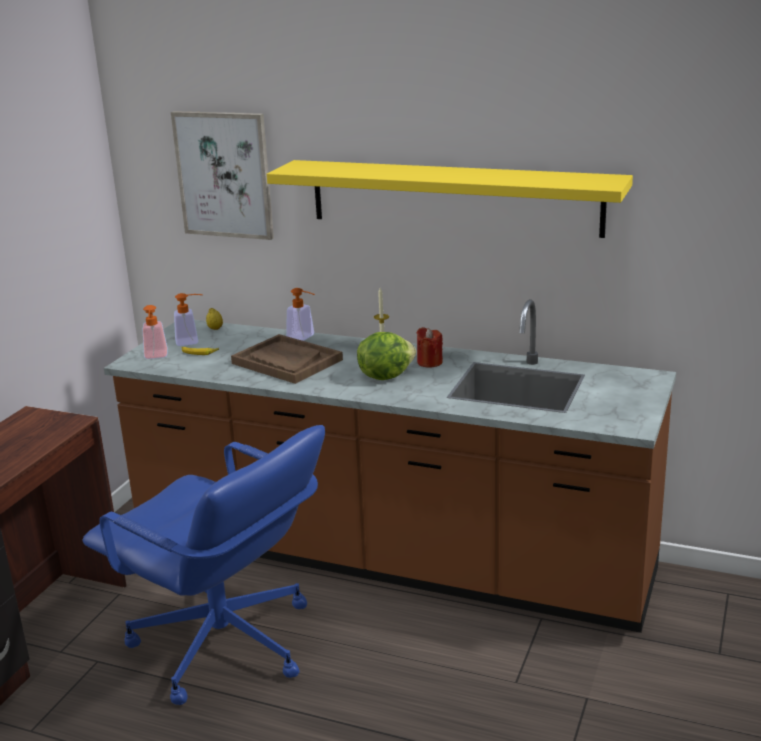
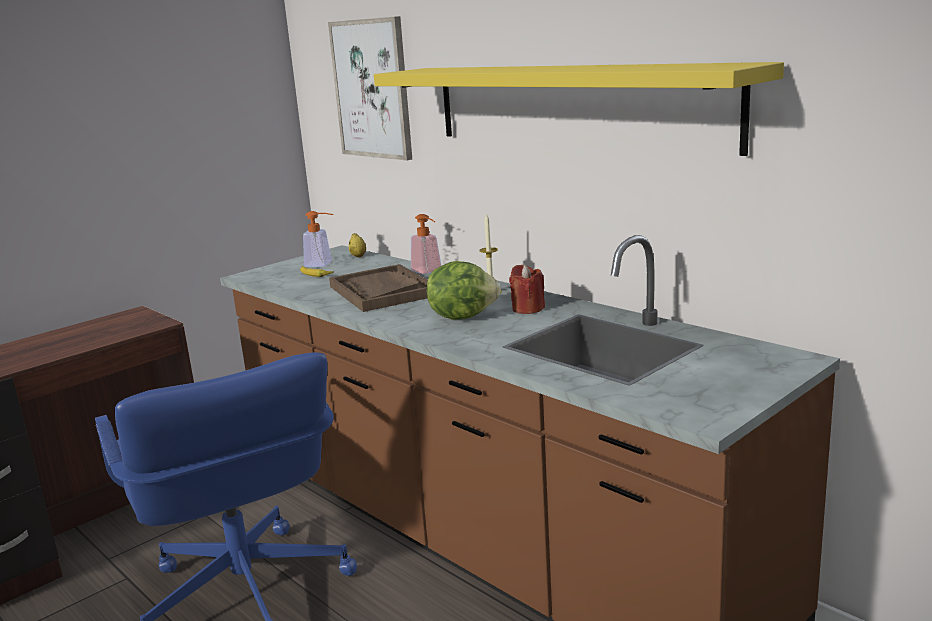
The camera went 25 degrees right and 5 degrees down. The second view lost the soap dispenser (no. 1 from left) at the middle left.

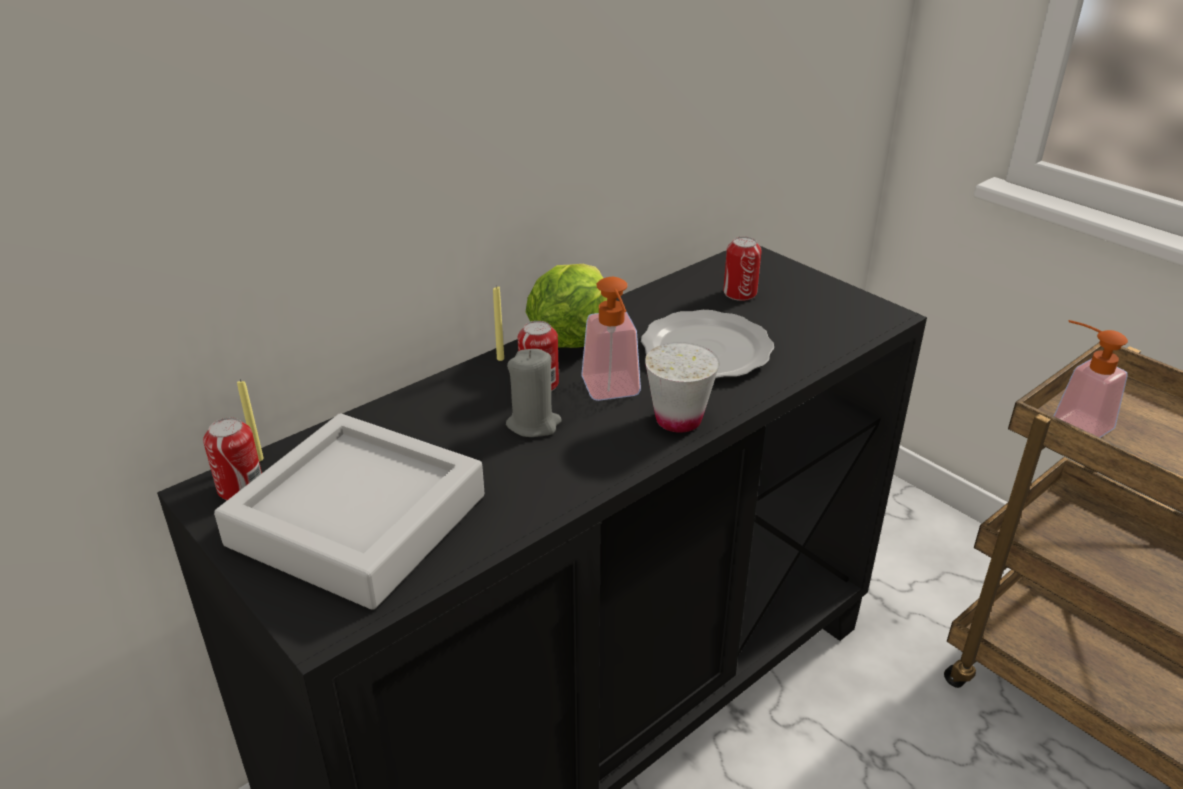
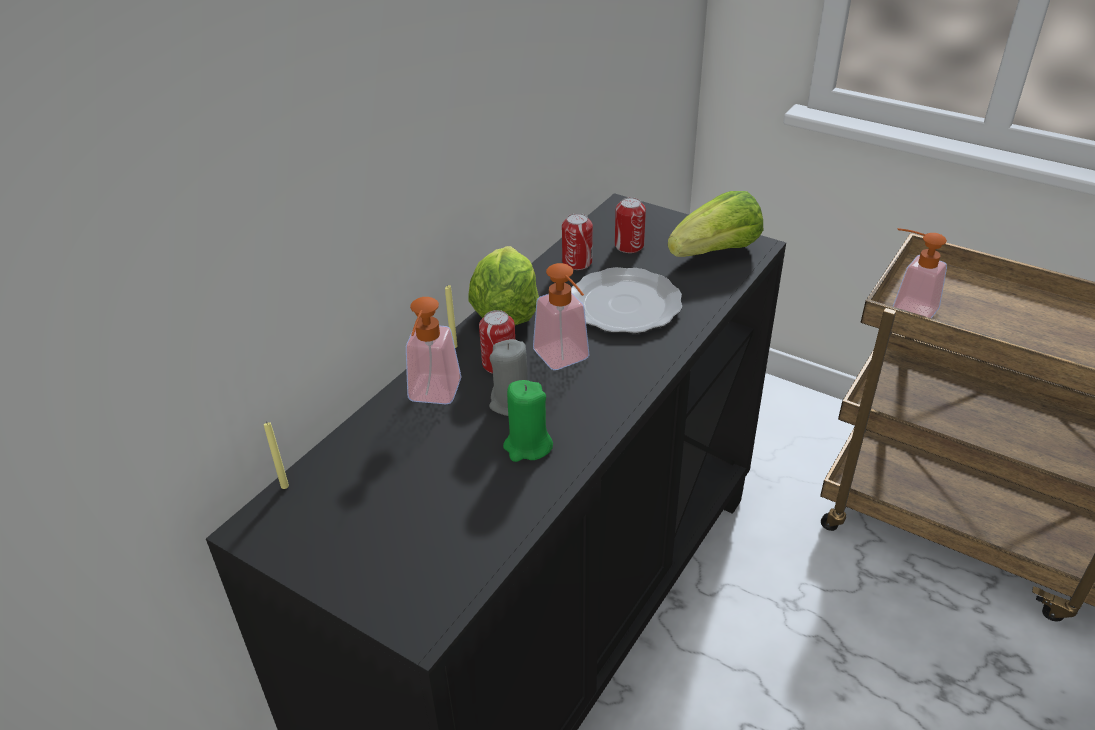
The camera went 15 degrees left and 5 degrees up. The can (no. 1 from left in the first image) ended up elsewhere, having gone from the middle left to the top centre. The second view lost the grey tray at the middle left. The second view lost the white cup at the centre. The second view gained the soap dispenser (no. 1 from left) at the centre. The second view gained the green candle at the centre. The second view gained the lettuce (no. 2 from left) at the top centre.

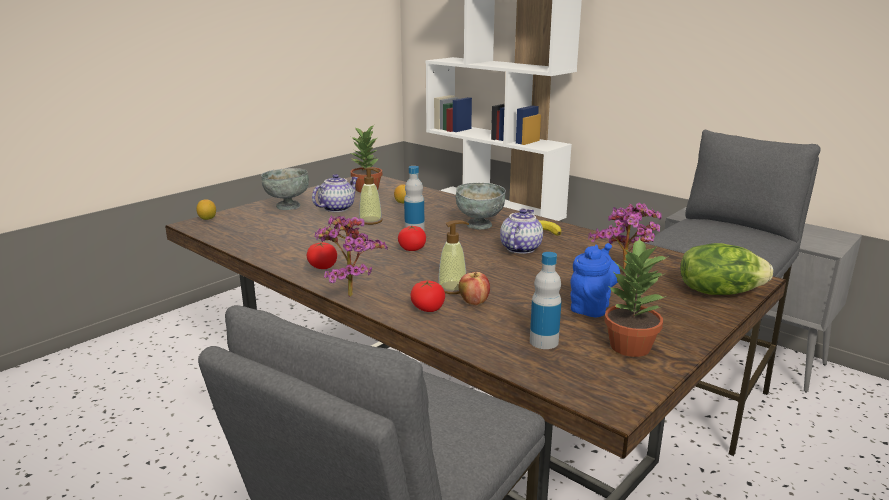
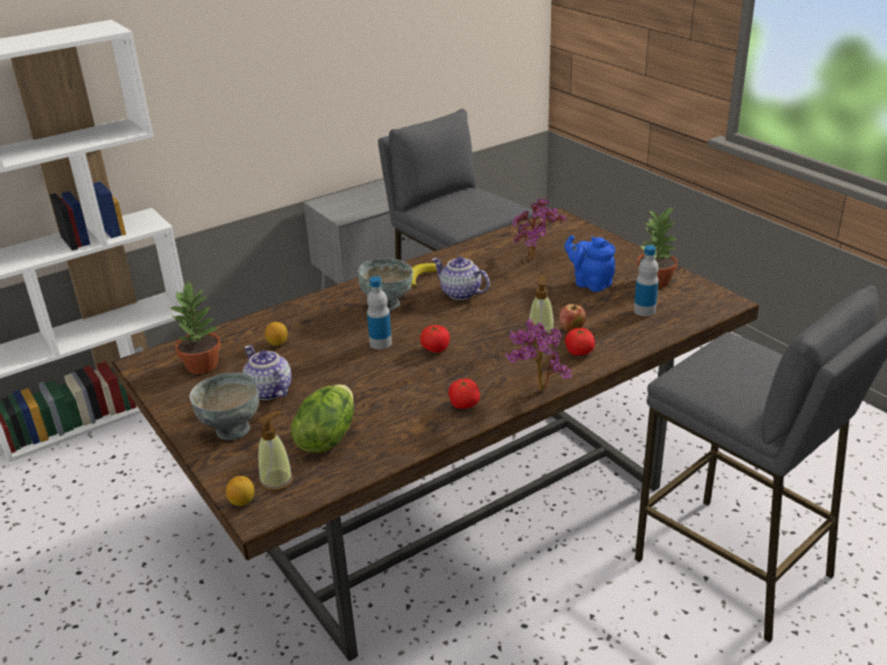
The camera went 75 degrees left and 10 degrees up. The soap dispenser (no. 1 from left) ended up elsewhere, having gone from the centre to the bottom left. The lettuce ended up elsewhere, having gone from the middle right to the centre.

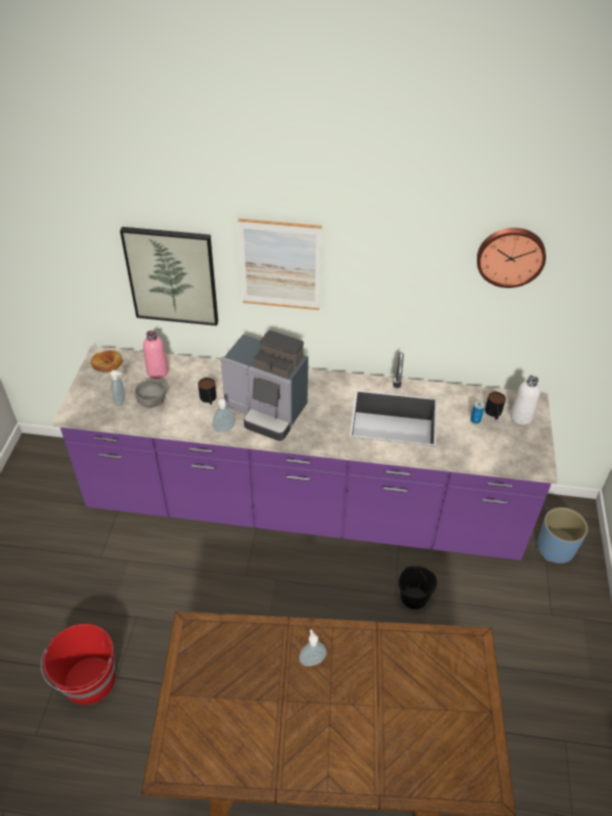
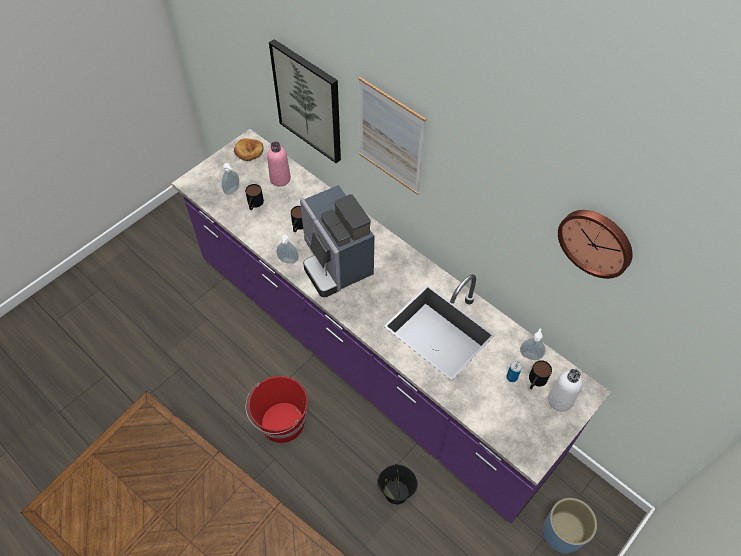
The camera went 35 degrees right and 10 degrees up. The red bucket ended up elsewhere, having gone from the bottom left to the bottom centre. Where the grey bowl stood at the middle left, the mug (no. 1 from left) came to stand at the centre. The soap dispenser (no. 3 from left) ended up elsewhere, having gone from the bottom centre to the middle right.

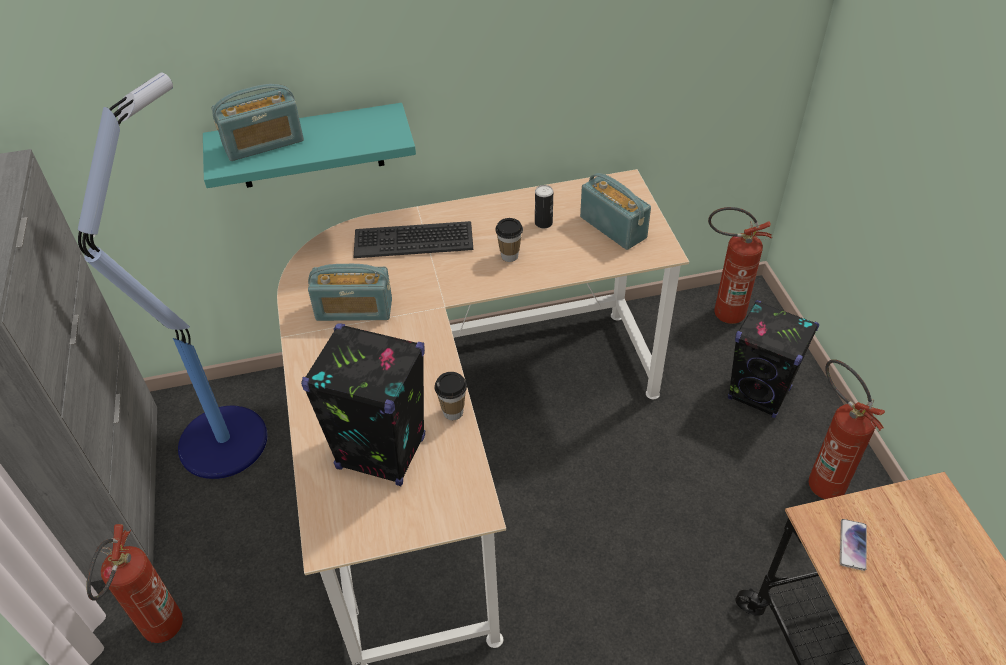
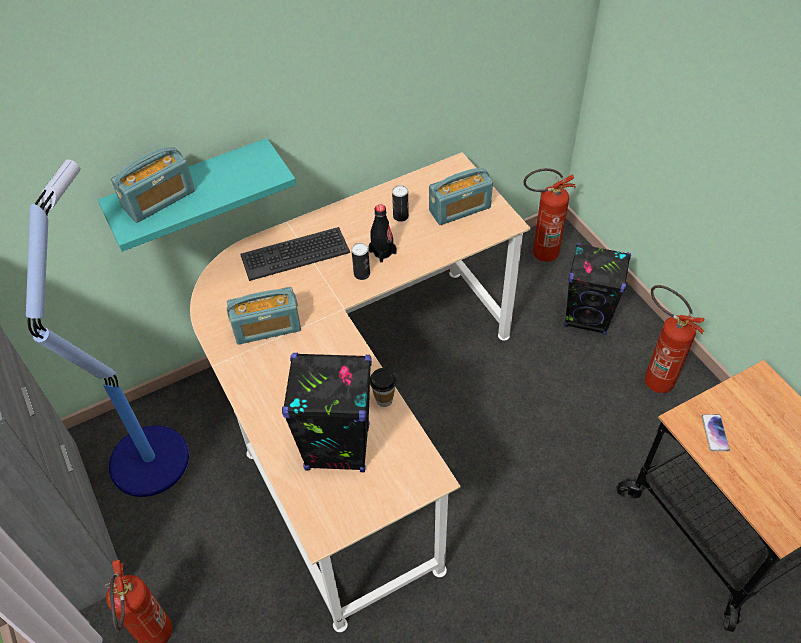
The camera went 15 degrees left and 5 degrees up. Where the cup (no. 2 from left) stood at the centre, the black bottle came to stand at the centre. The radio (no. 3 from left) at the top centre ended up facing another way, 120 degrees clockwise from before. The second view gained the can (no. 1 from left) at the centre.

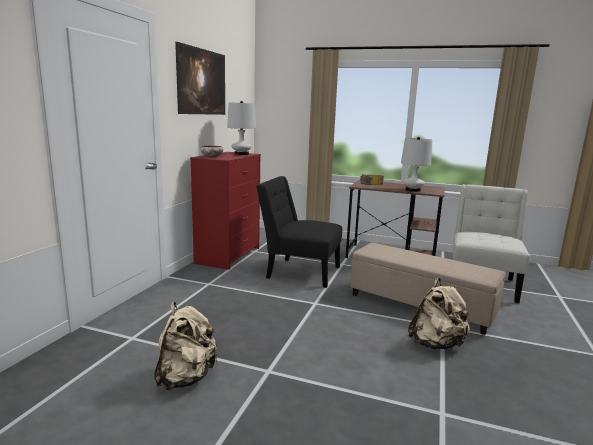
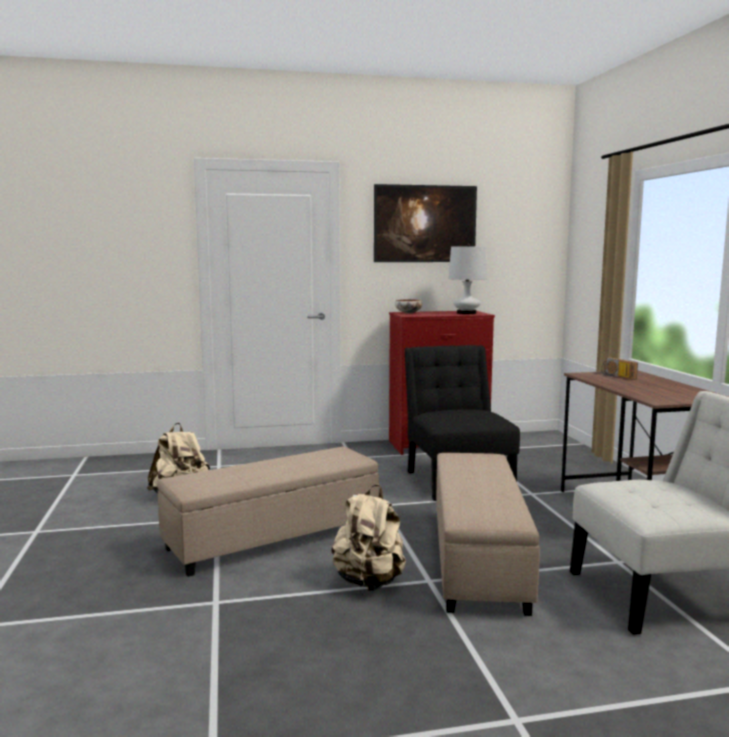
The camera went 60 degrees right and 5 degrees down. The second view lost the white table lamp (no. 2 from left) at the middle right. The second view gained the beige ottoman (no. 1 from left) at the bottom centre.

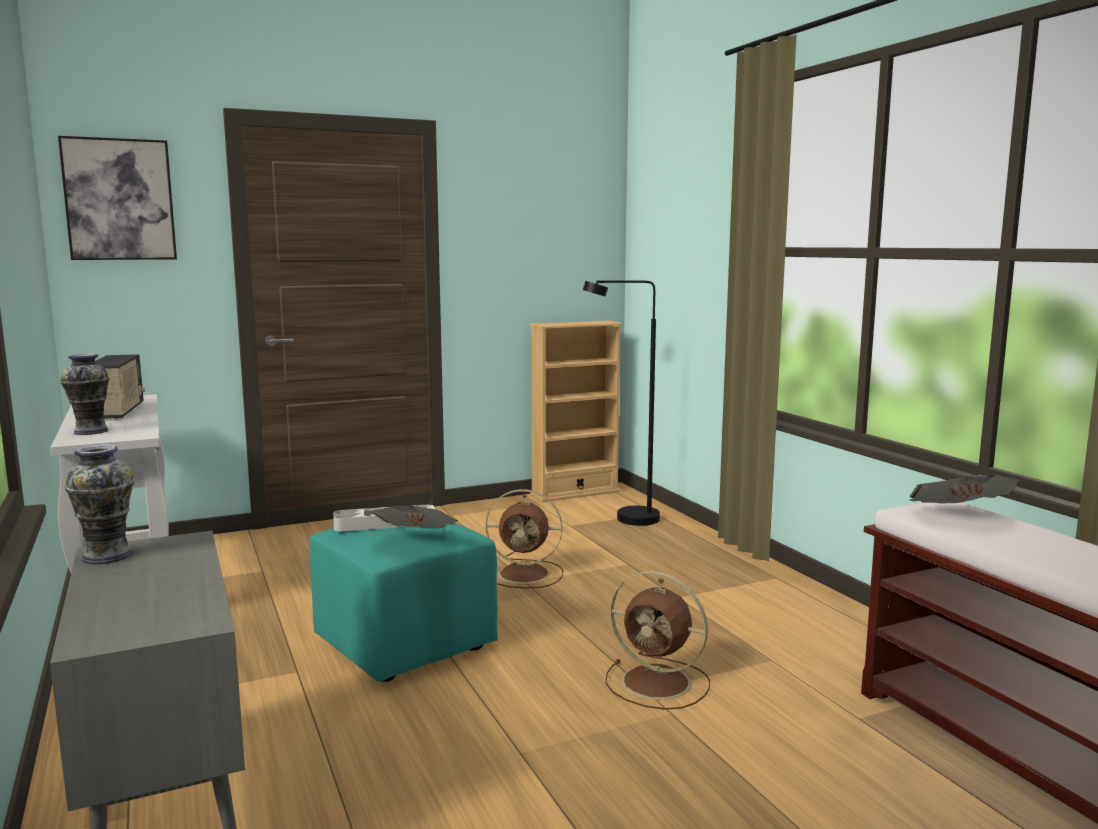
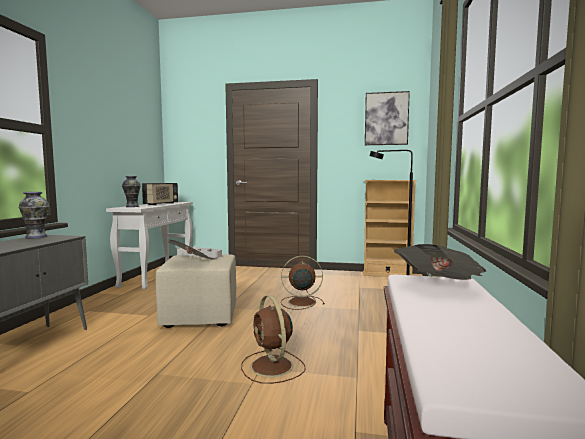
The camera went 35 degrees right and 5 degrees down. The picture ended up elsewhere, having gone from the top left to the top centre. What was the turquoise ottoman at the bottom centre turned into the beige ottoman at the centre. The brown fan (no. 1 from left in the first image) at the centre ended up facing another way, 135 degrees clockwise from before.

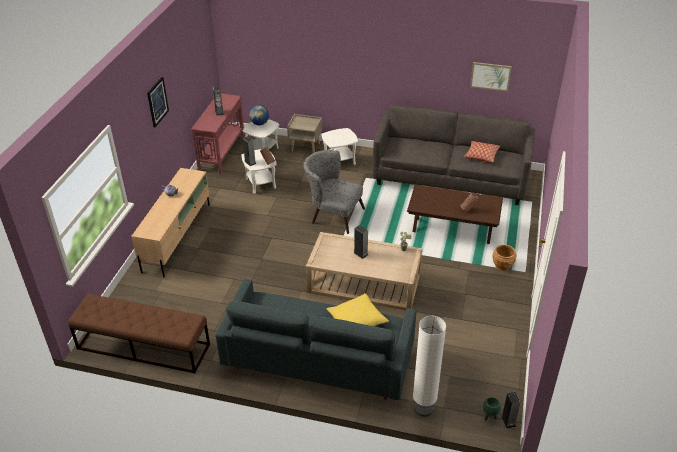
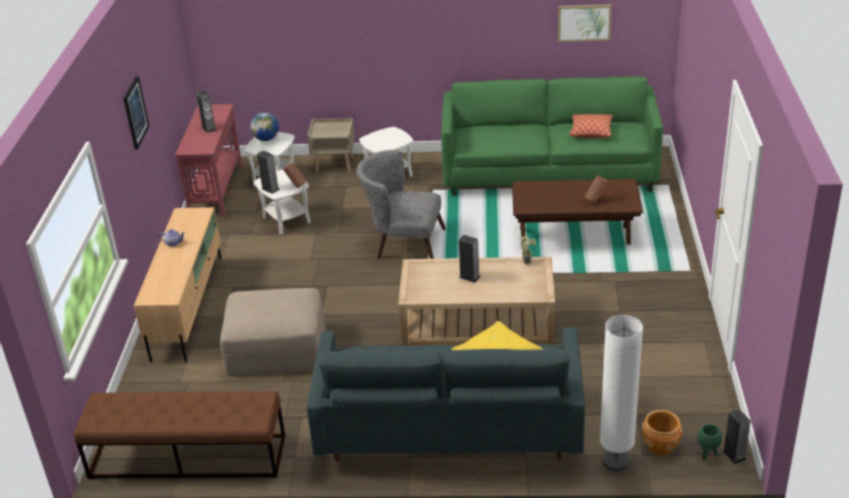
The camera went 10 degrees left and 5 degrees down. What was the grey sofa (no. 2 from left) at the middle right turned into the green sofa at the top centre. The brown planter ended up elsewhere, having gone from the middle right to the bottom right. The second view gained the beige ottoman at the bottom left.

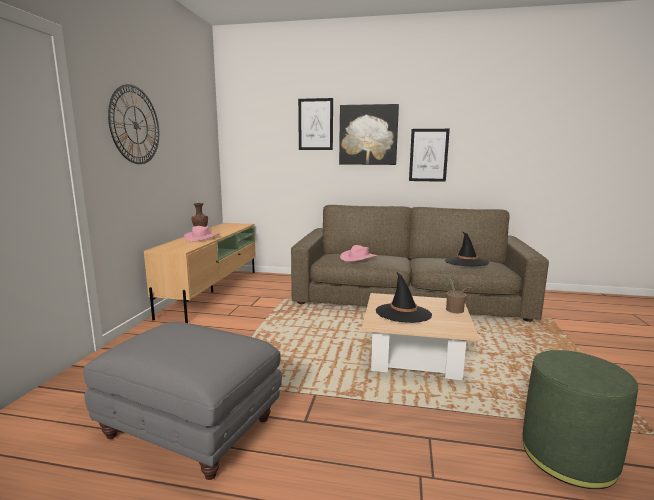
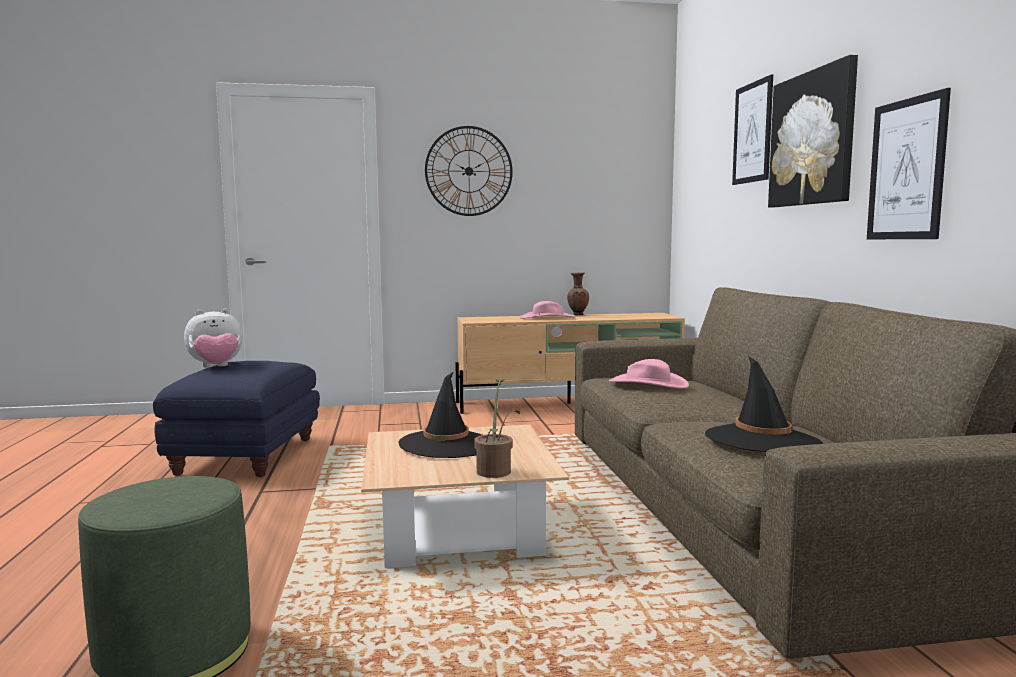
The camera went 70 degrees right and 5 degrees down. What was the grey ottoman at the bottom left turned into the blue ottoman at the middle left. The second view gained the plush toy at the middle left.

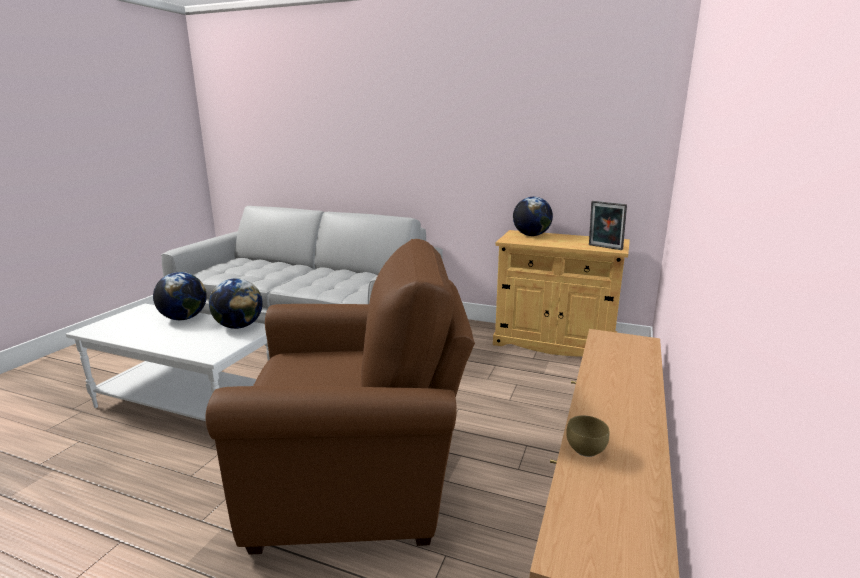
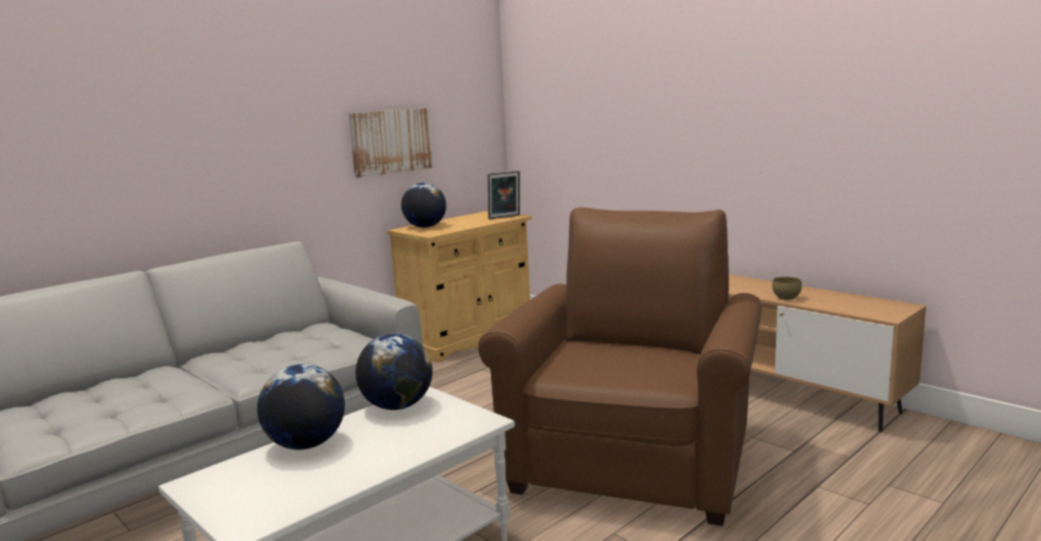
The camera went 65 degrees left and 5 degrees down. The second view gained the picture at the top centre.

